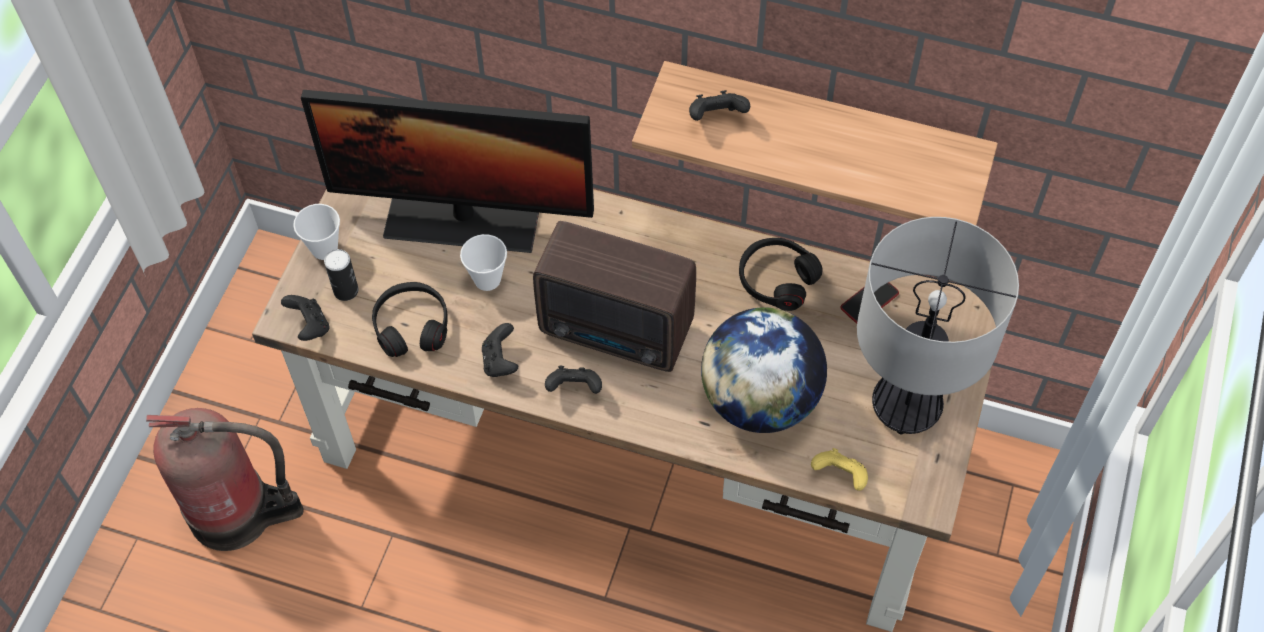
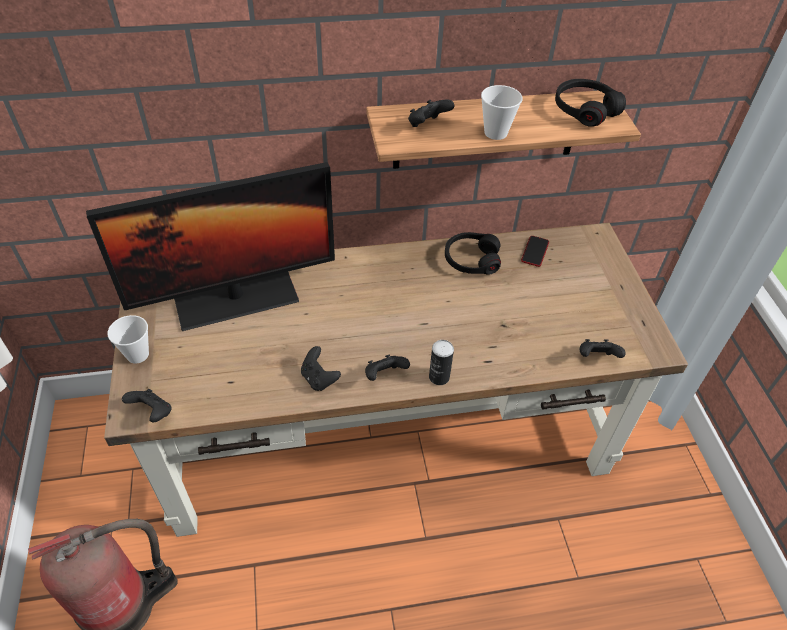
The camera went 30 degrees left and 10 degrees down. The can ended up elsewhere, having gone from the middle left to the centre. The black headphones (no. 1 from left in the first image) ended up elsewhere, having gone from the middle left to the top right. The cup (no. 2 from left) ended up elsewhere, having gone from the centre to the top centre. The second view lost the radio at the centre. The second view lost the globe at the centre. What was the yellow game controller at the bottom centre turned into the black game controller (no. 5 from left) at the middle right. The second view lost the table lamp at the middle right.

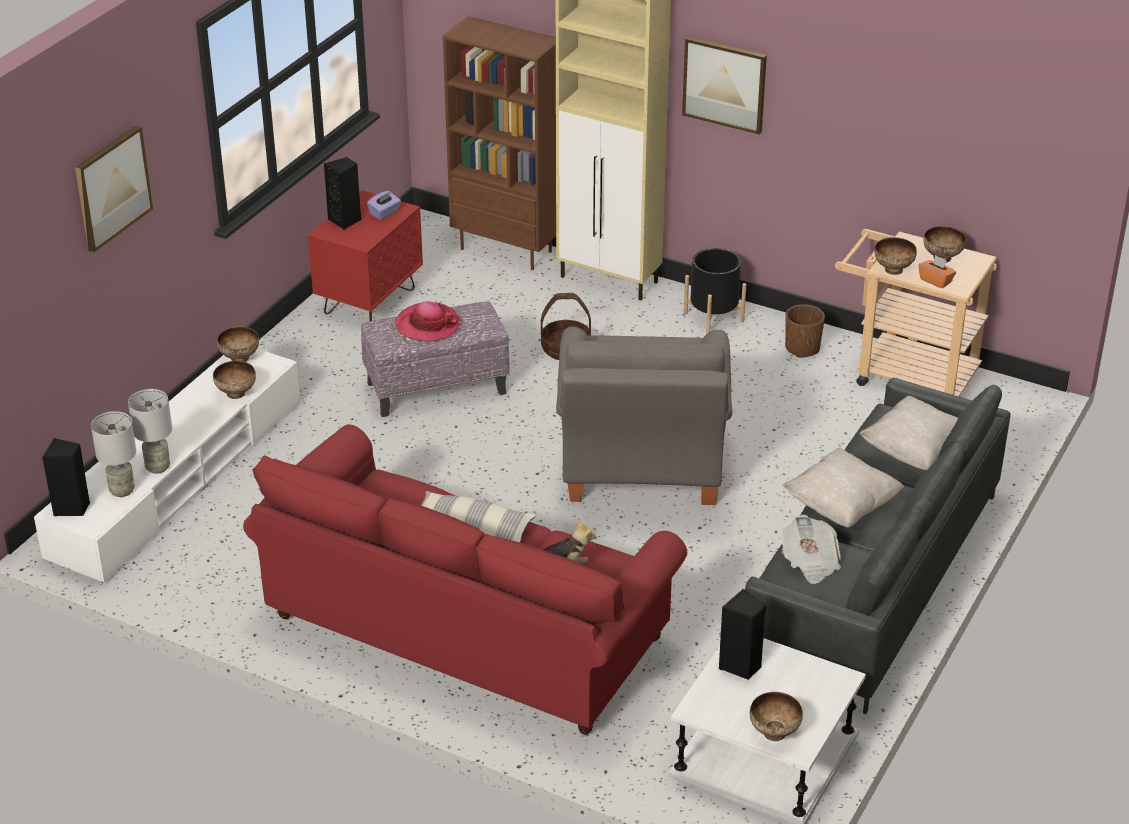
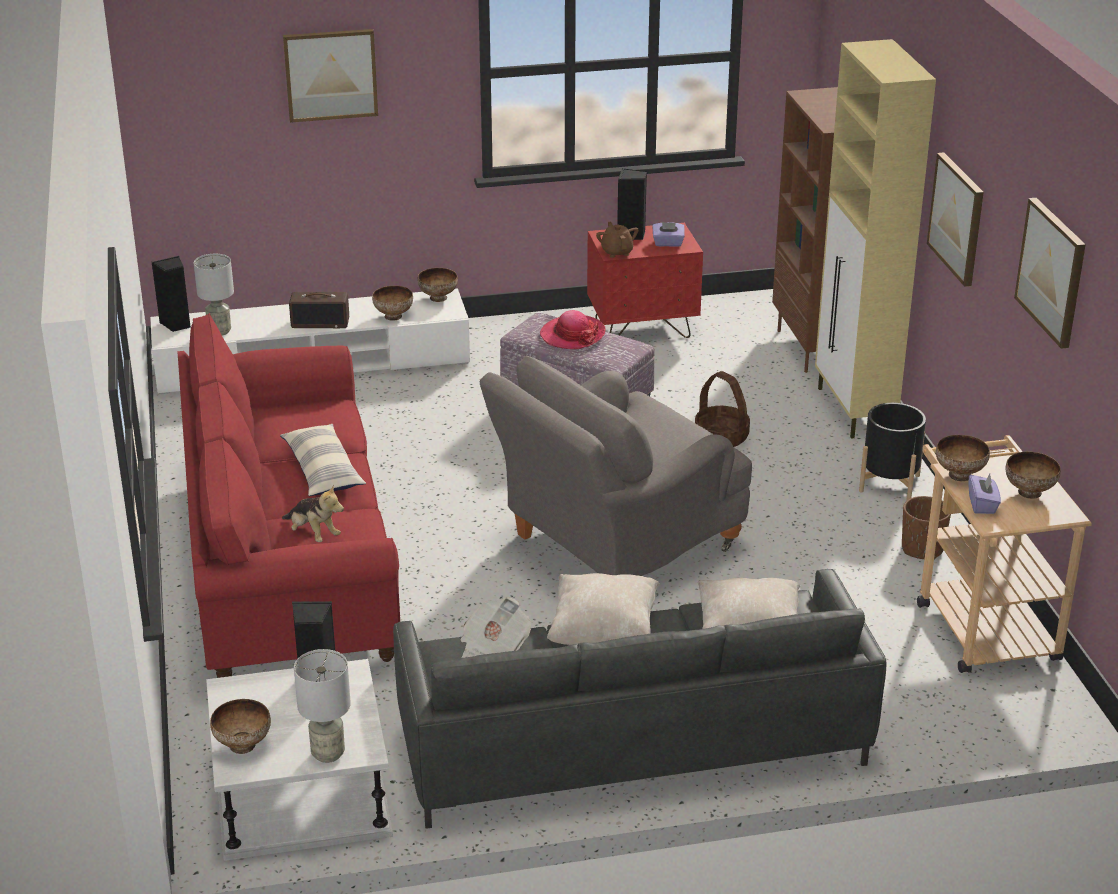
The camera went 50 degrees right and 5 degrees down. The grey table lamp (no. 2 from left) ended up elsewhere, having gone from the middle left to the bottom left. What was the orange tissue box at the top right turned into the purple tissue box (no. 2 from left) at the middle right. The second view gained the radio at the middle left. The second view gained the brown teapot at the top centre. The second view gained the picture (no. 3 from left) at the top right.

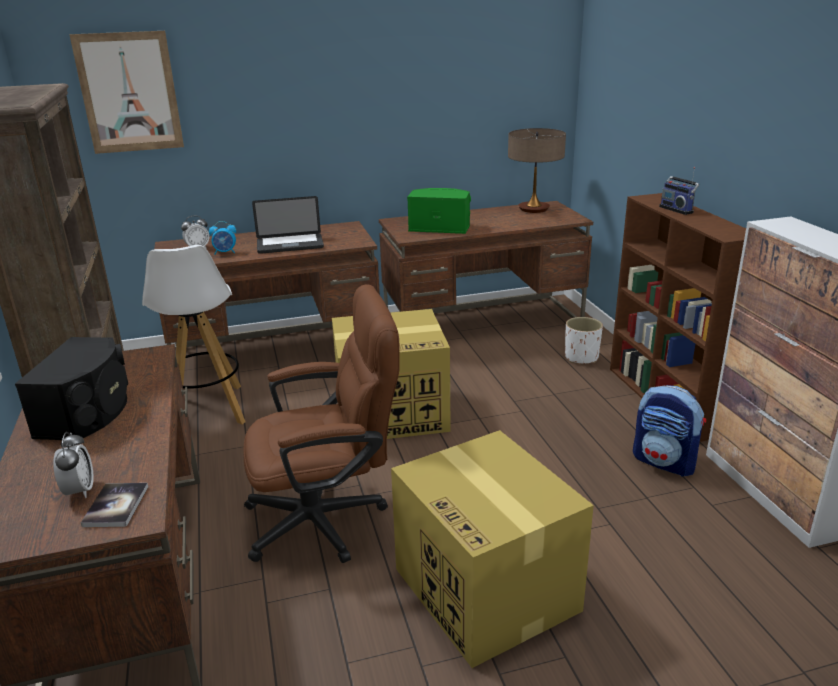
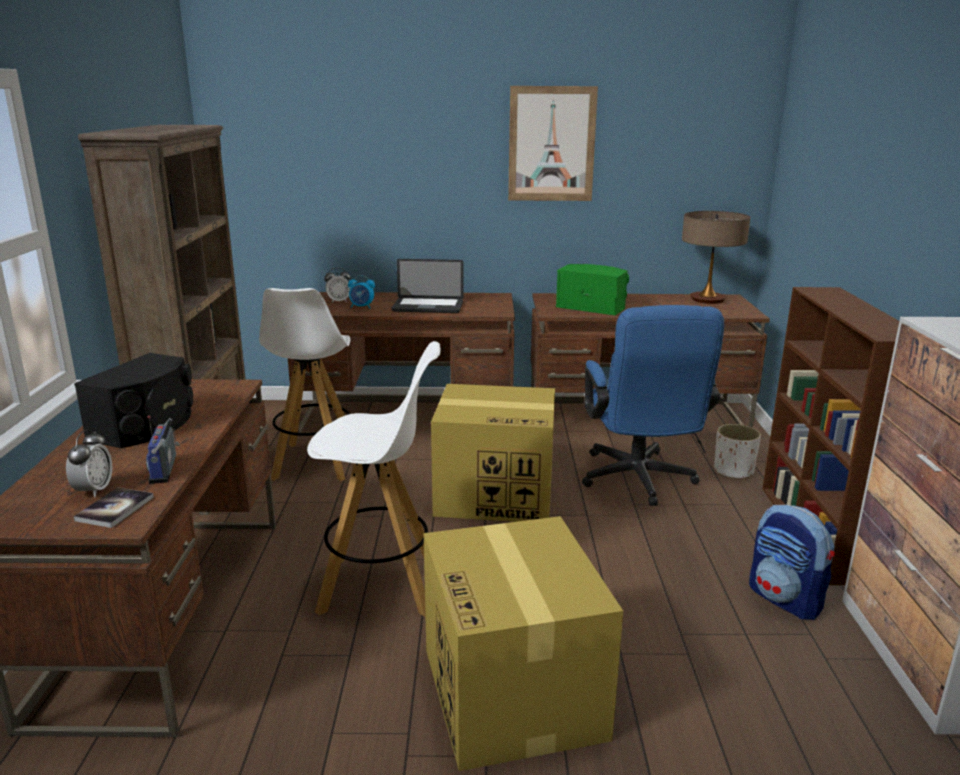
The camera went 15 degrees right and 5 degrees down. The picture ended up elsewhere, having gone from the top left to the top centre. Where the brown office chair stood at the centre, the white stool (no. 2 from left) came to stand at the centre. The radio ended up elsewhere, having gone from the top right to the middle left. The second view gained the blue office chair at the middle right.

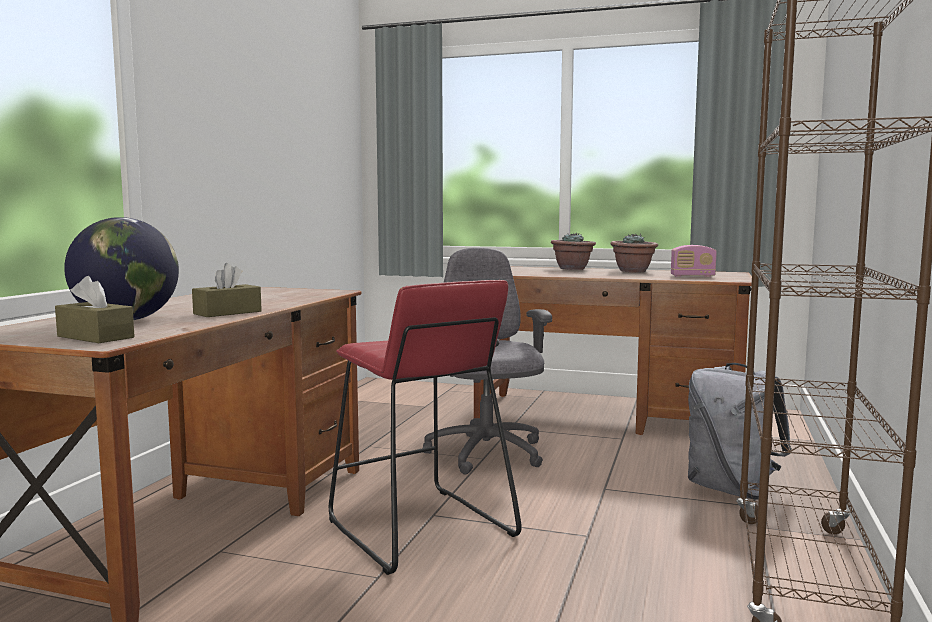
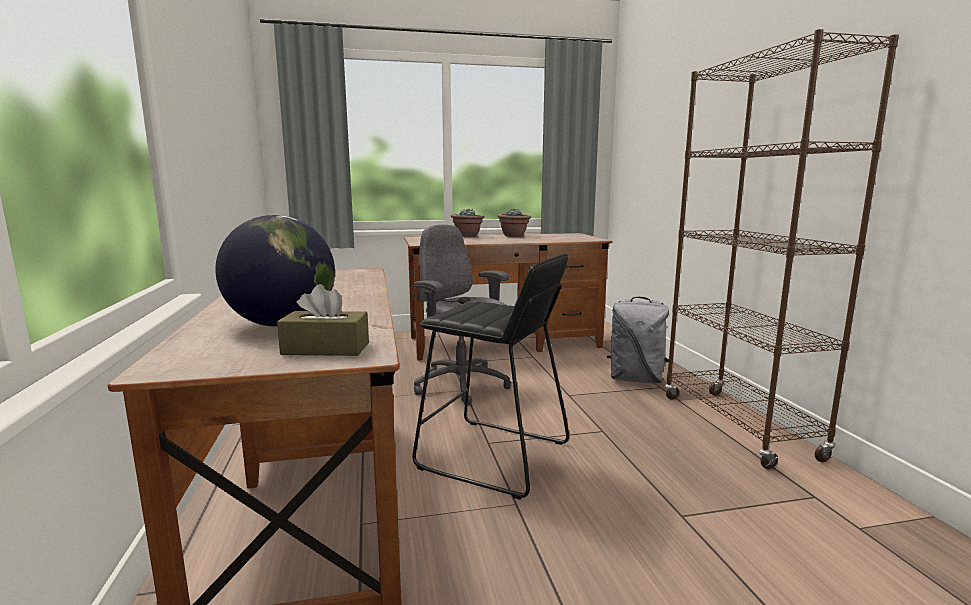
The camera went 30 degrees left and 5 degrees up. The second view lost the brown tissue box (no. 2 from left) at the middle left. What was the red stool at the bottom centre turned into the black stool at the centre. The second view lost the radio at the middle right.

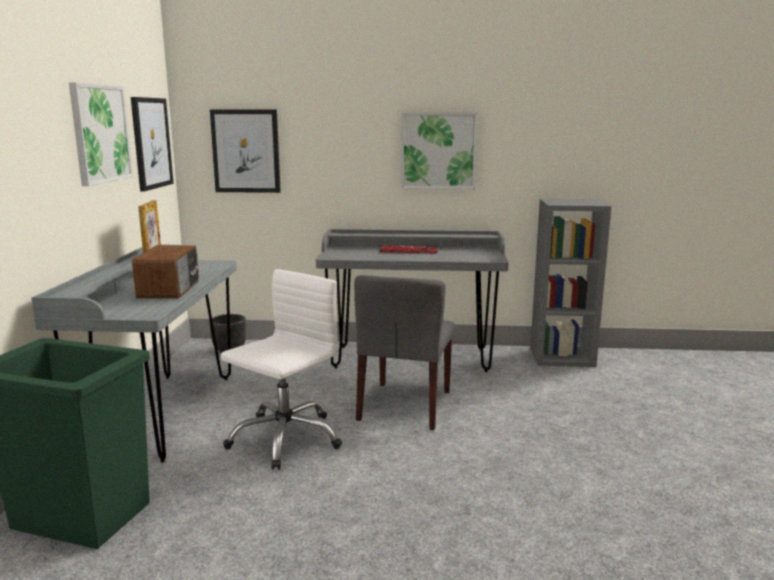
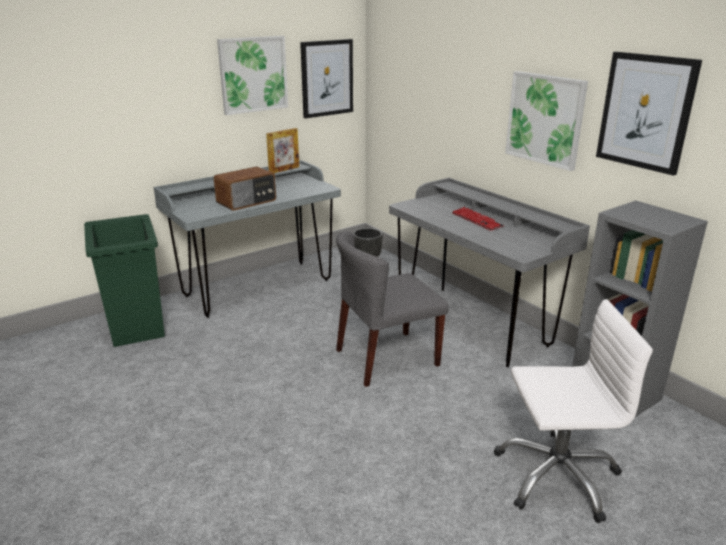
The camera went 50 degrees right and 10 degrees up. The picture (no. 3 from left in the first image) ended up elsewhere, having gone from the top left to the top right. The white office chair ended up elsewhere, having gone from the centre to the bottom right.

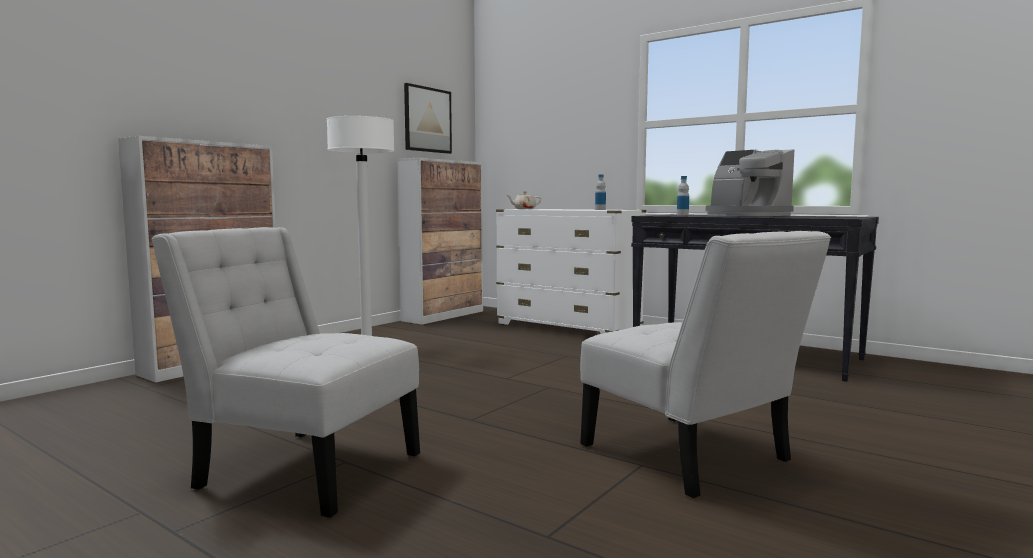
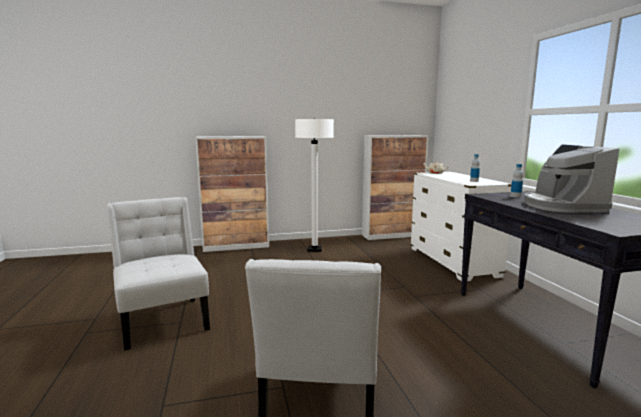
The camera went 40 degrees right and 5 degrees up. The second view lost the picture at the top centre.

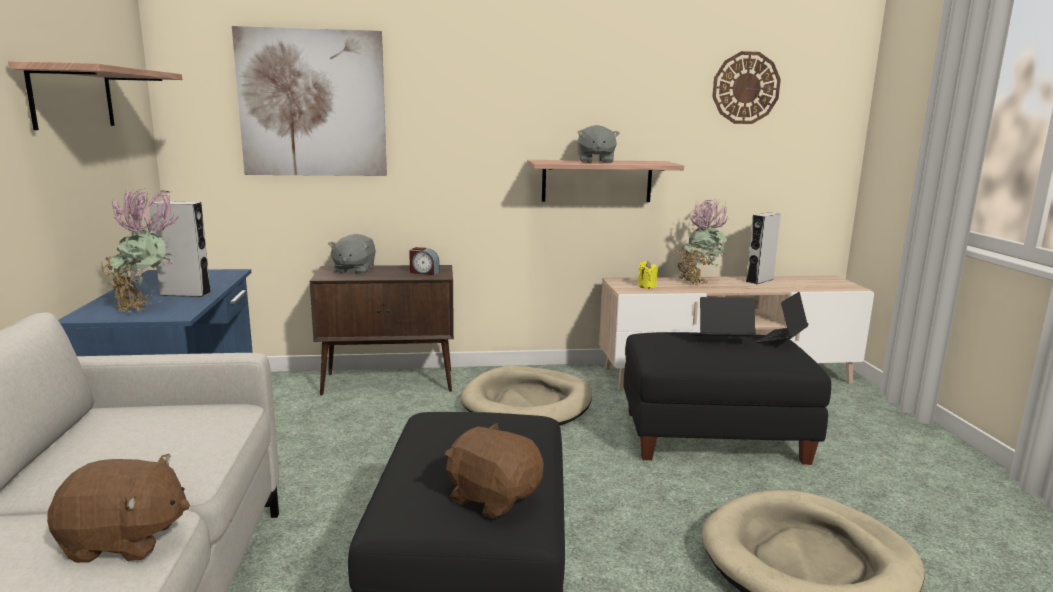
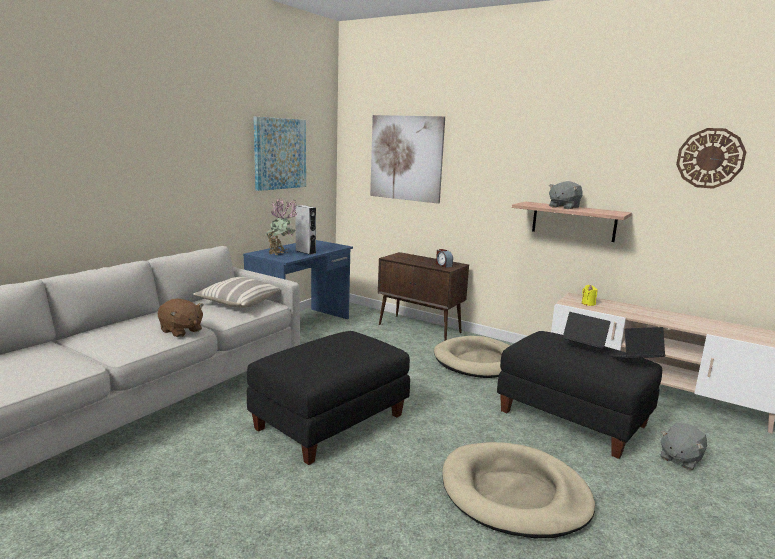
The camera went 40 degrees right and 0 degrees up. Where the shelf (no. 1 from left) hung at the top left, the picture (no. 1 from left) came to hang at the top centre. The grey plush toy (no. 1 from left in the first image) ended up elsewhere, having gone from the centre to the bottom right. The second view lost the brown plush toy (no. 2 from left) at the bottom centre. The second view lost the potted plant (no. 2 from left) at the middle right. The second view lost the grey speaker (no. 2 from left) at the middle right. The second view gained the pillow at the middle left.

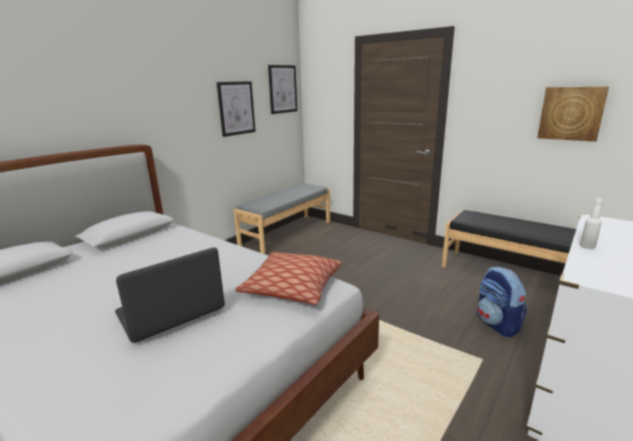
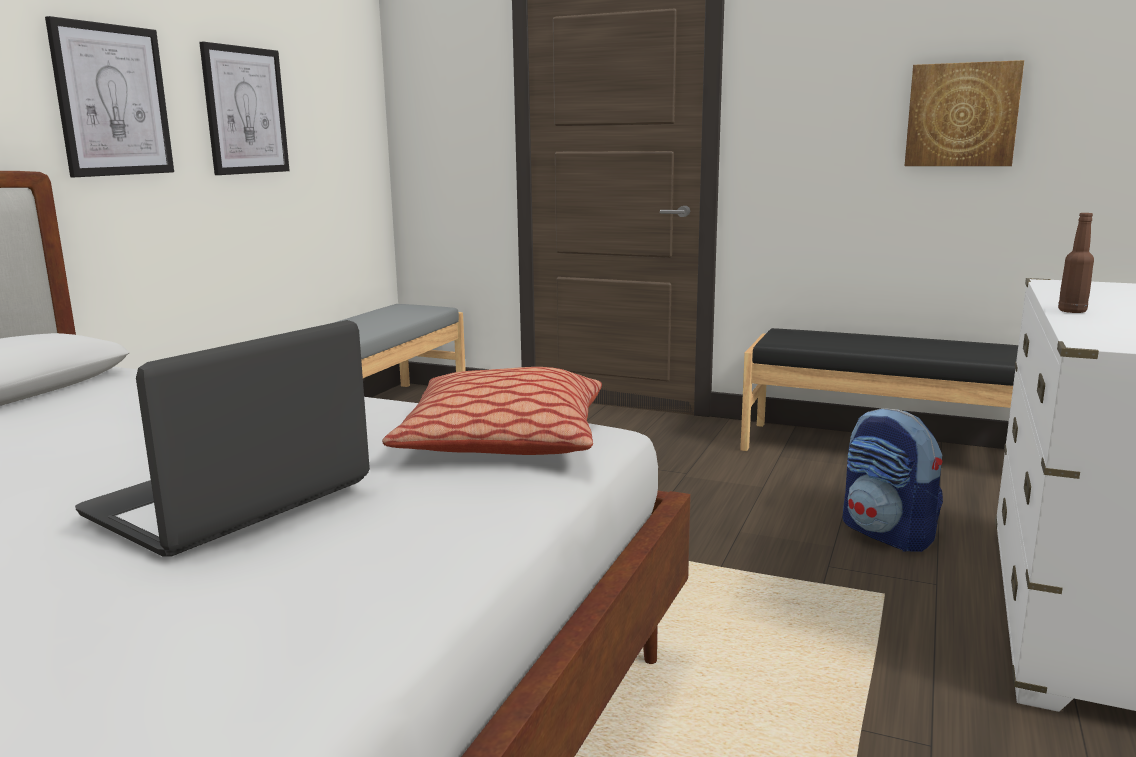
The camera went 15 degrees left and 5 degrees down. The picture (no. 2 from left in the first image) ended up elsewhere, having gone from the top centre to the top left. What was the white bottle at the middle right turned into the brown bottle at the middle right.

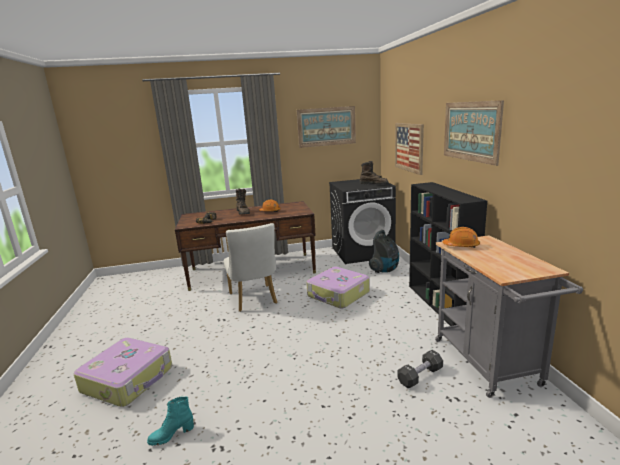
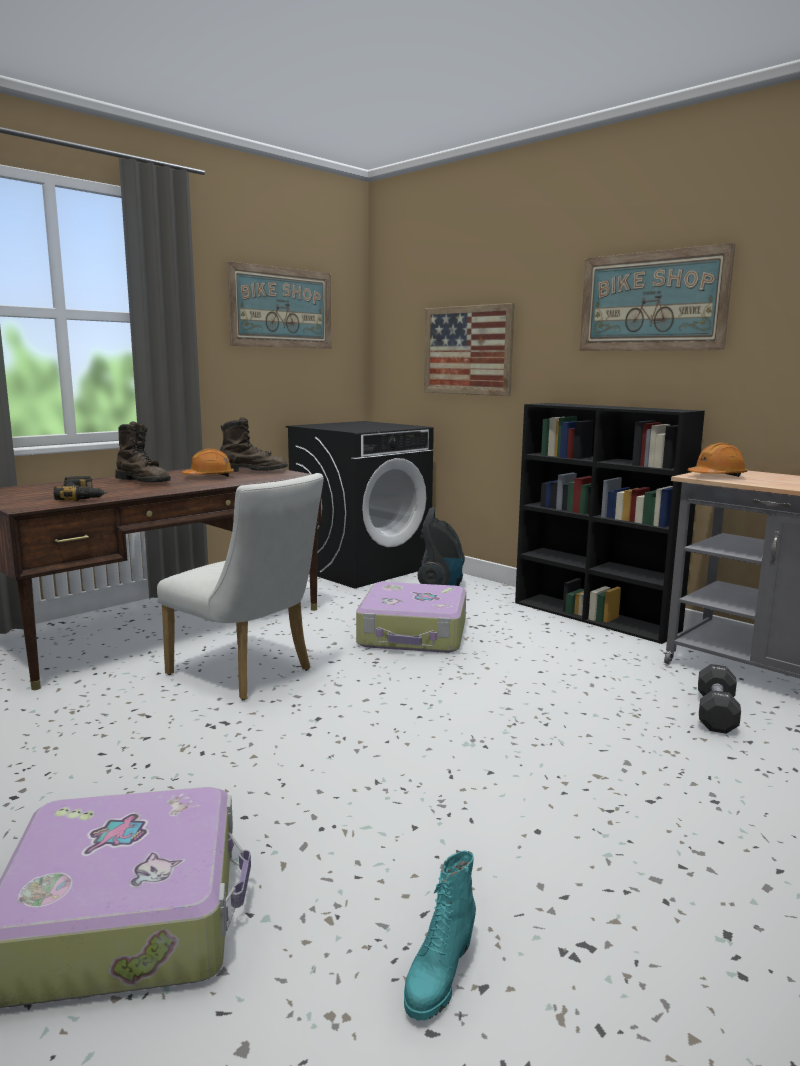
The camera went 35 degrees left and 5 degrees down. The brown boot (no. 2 from left) ended up elsewhere, having gone from the centre to the middle left.

